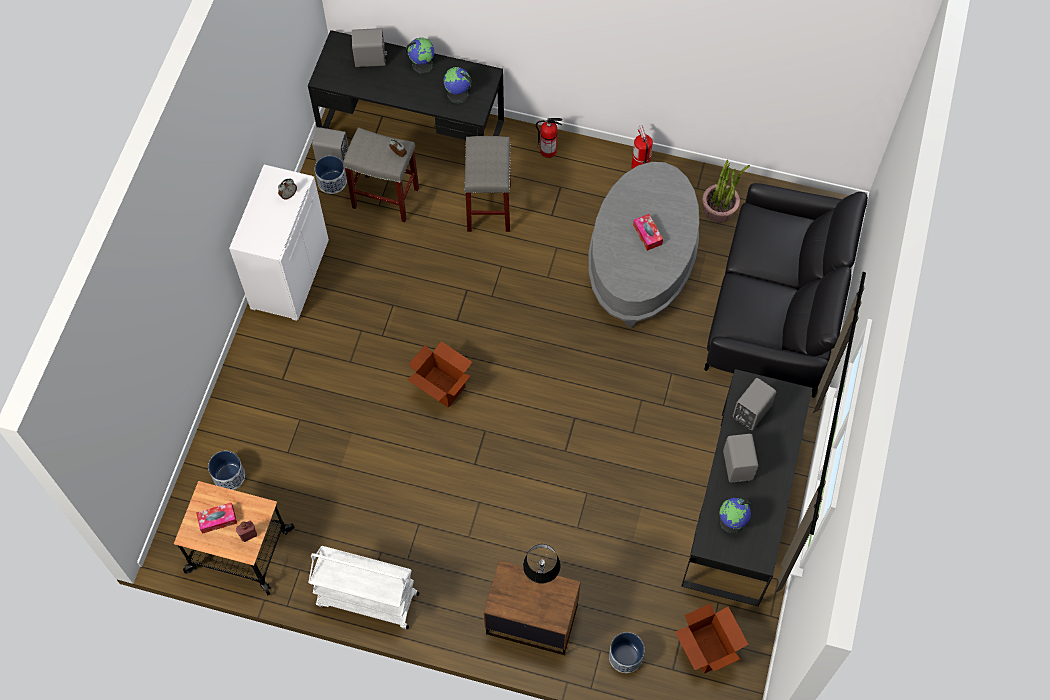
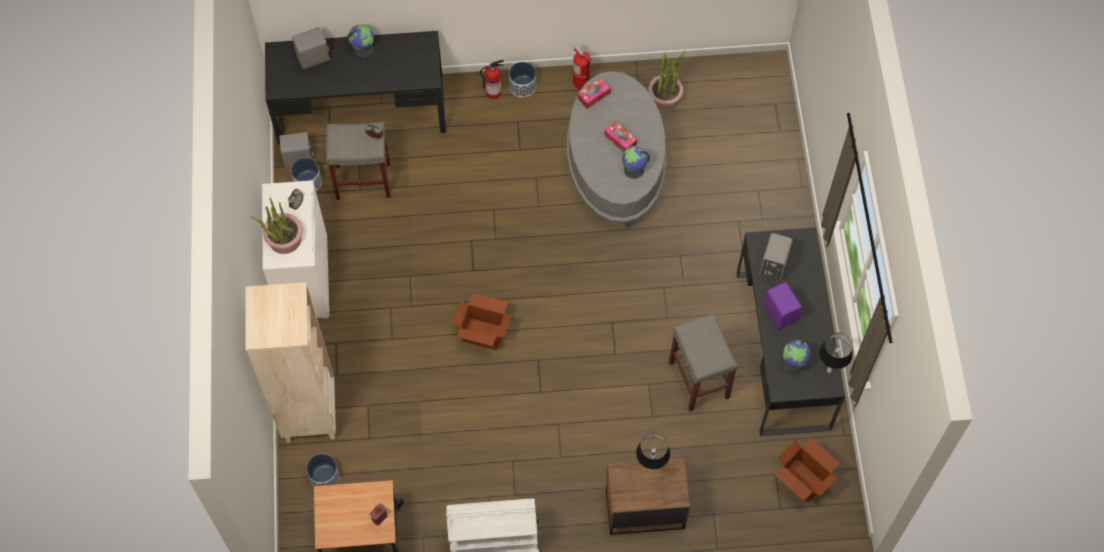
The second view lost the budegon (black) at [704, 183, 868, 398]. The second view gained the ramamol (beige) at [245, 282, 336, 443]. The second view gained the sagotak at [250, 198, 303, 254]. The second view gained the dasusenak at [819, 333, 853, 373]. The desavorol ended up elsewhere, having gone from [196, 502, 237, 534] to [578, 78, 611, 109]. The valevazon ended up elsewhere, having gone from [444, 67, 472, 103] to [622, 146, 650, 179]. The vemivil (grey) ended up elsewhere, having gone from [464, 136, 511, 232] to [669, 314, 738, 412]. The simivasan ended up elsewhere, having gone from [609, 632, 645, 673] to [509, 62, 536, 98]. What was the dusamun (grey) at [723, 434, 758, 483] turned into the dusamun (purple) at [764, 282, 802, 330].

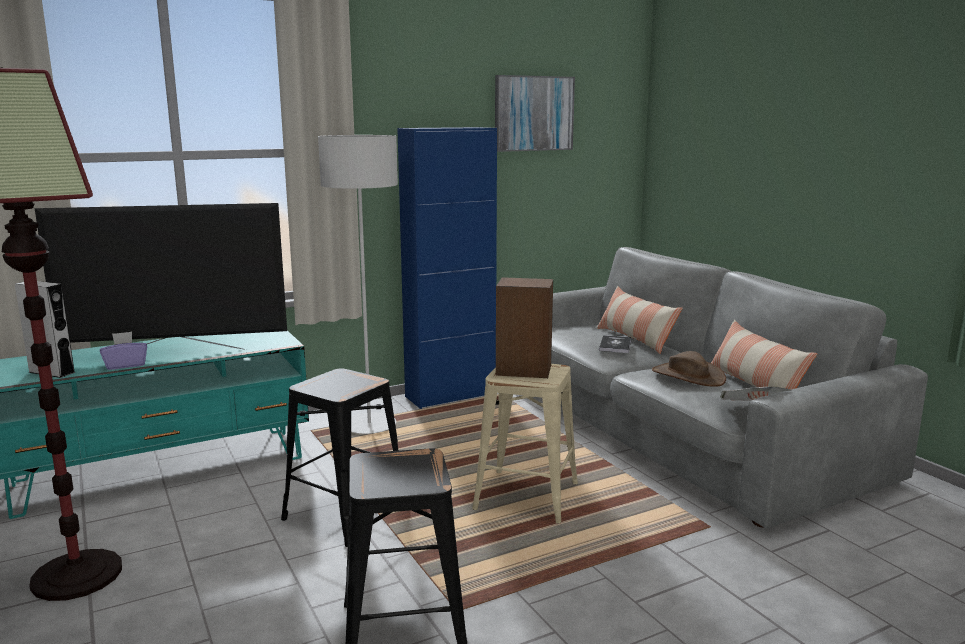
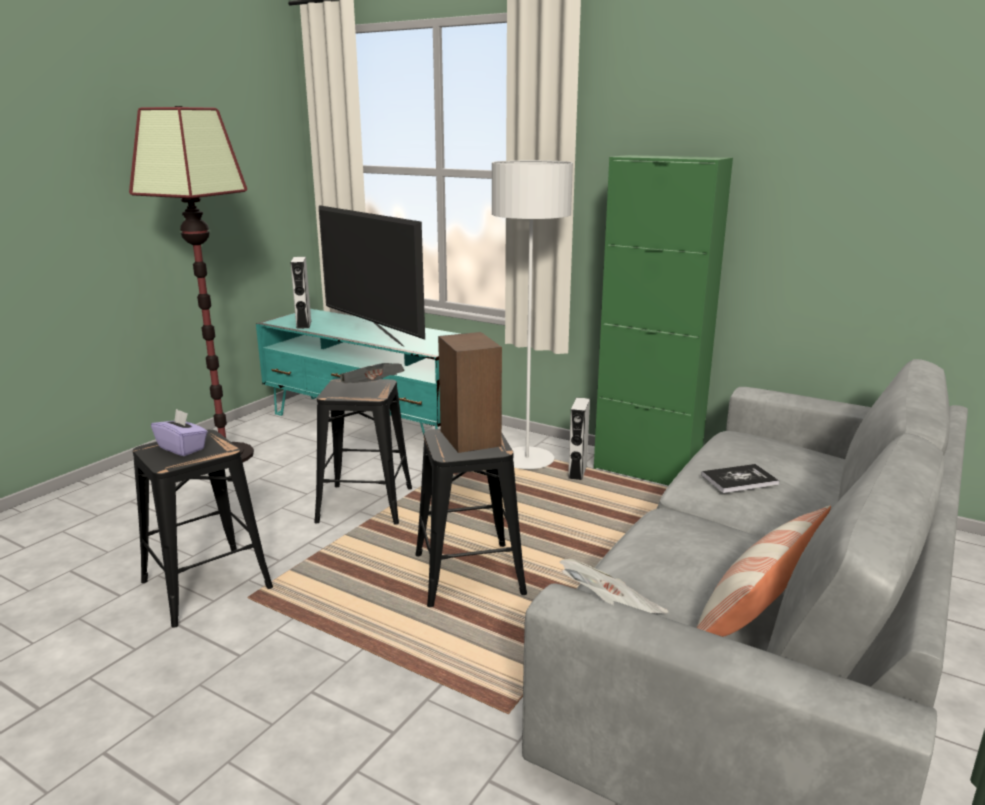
The second view lost the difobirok at [495, 75, 575, 152]. The second view lost the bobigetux at [596, 286, 683, 354]. The second view lost the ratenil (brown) at [652, 351, 726, 387]. The second view gained the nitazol at [340, 363, 405, 383]. The second view gained the dusamun (grey) at [568, 397, 590, 480]. The desavorol (purple) ended up elsewhere, having gone from [100, 331, 147, 370] to [151, 409, 208, 456]. What was the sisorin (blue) at [397, 127, 497, 409] turned into the sisorin (green) at [594, 155, 733, 486]. What was the vemivil (beige) at [472, 364, 578, 523] turned into the vemivil (black) at [415, 429, 527, 607].

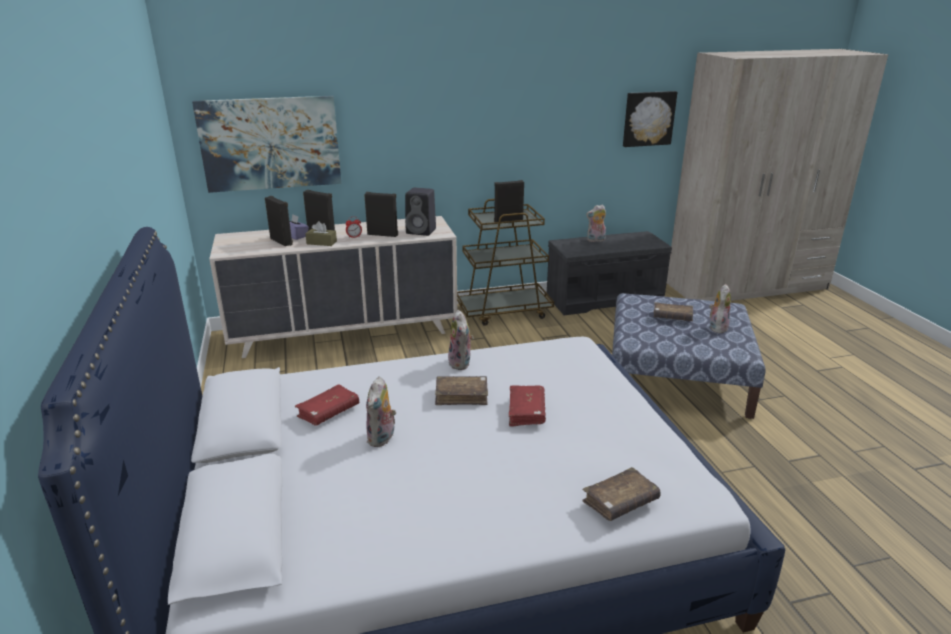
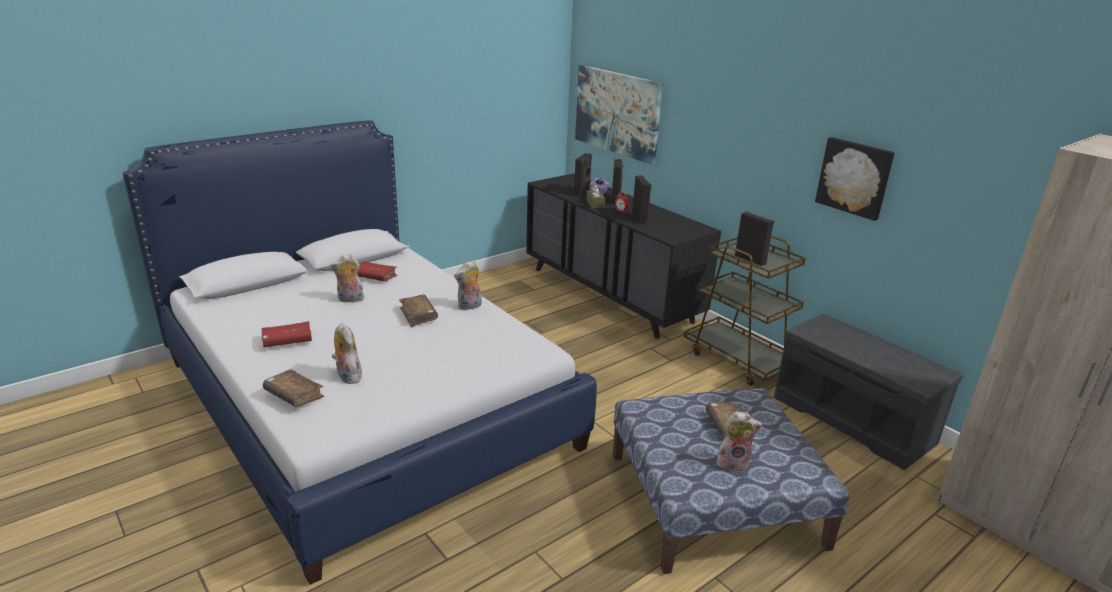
The second view lost the dusamun (black) at [405, 188, 436, 236]. The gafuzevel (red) ended up elsewhere, having gone from [509, 385, 546, 427] to [262, 321, 312, 348]. The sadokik ended up elsewhere, having gone from [586, 205, 606, 242] to [332, 323, 362, 384]. The difobirok ended up elsewhere, having gone from [623, 91, 678, 147] to [815, 137, 895, 221]. What was the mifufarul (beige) at [209, 216, 457, 358] turned into the mifufarul (black) at [526, 173, 721, 339].

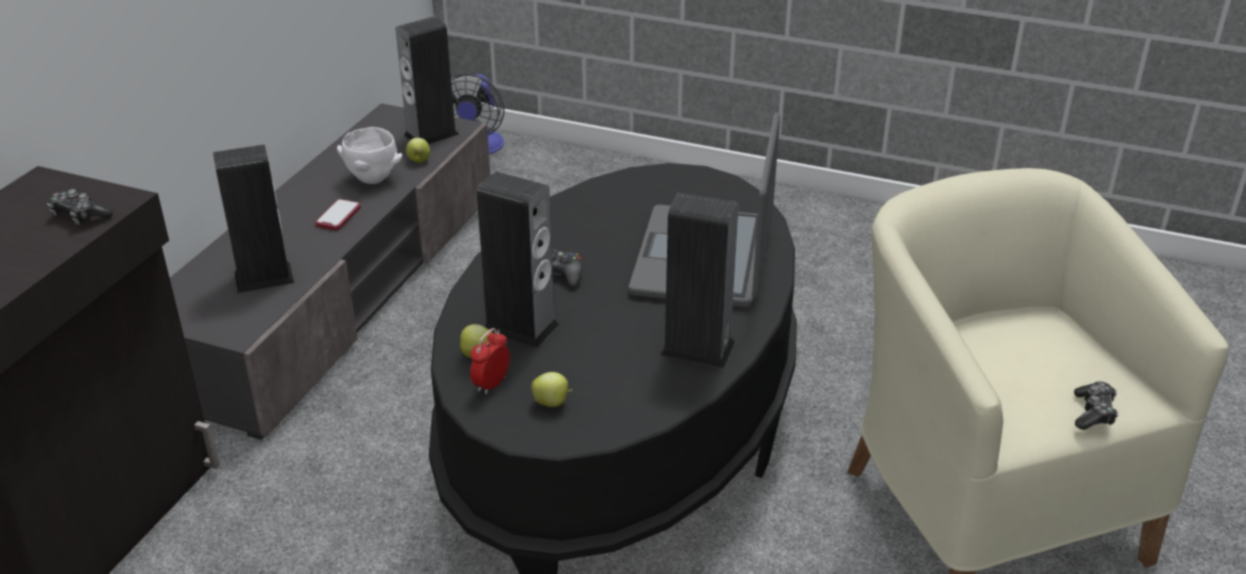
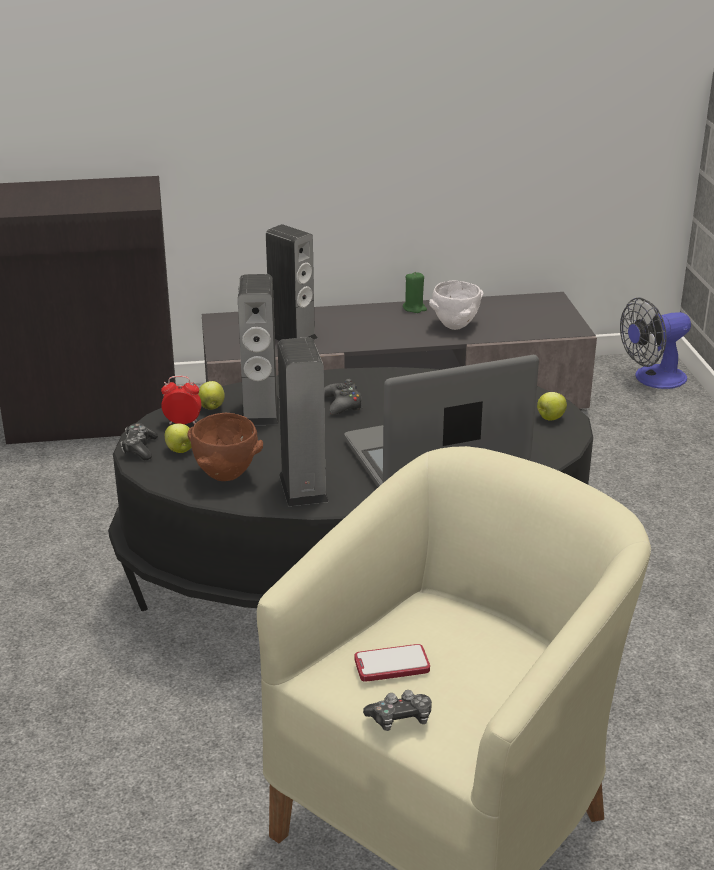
The second view lost the dusamun at [396, 16, 459, 144]. The second view gained the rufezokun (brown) at [187, 413, 263, 481]. The second view gained the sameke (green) at [403, 272, 427, 313]. The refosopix ended up elsewhere, having gone from [47, 189, 113, 225] to [120, 423, 158, 460]. The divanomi ended up elsewhere, having gone from [315, 199, 361, 231] to [355, 644, 430, 682]. The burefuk ended up elsewhere, having gone from [406, 138, 430, 163] to [537, 392, 567, 420].

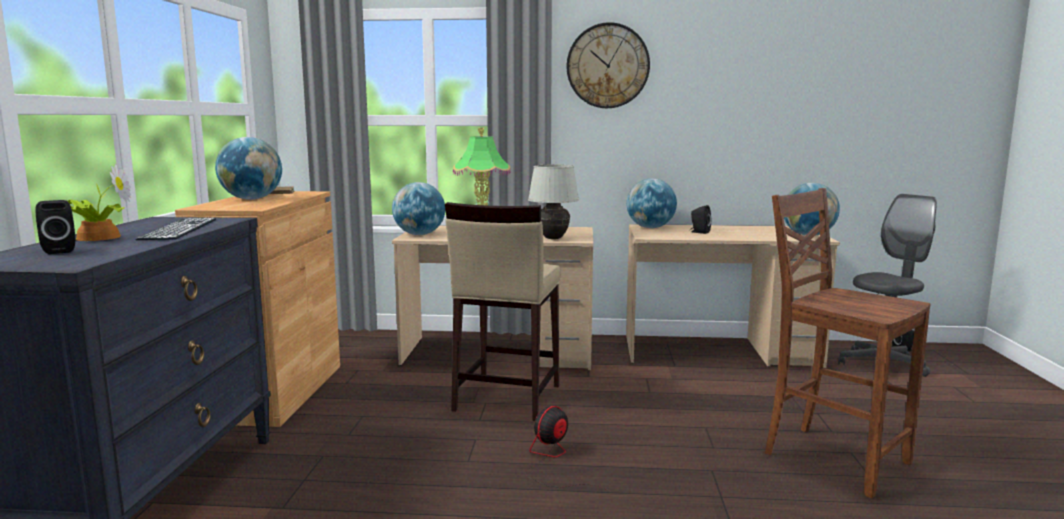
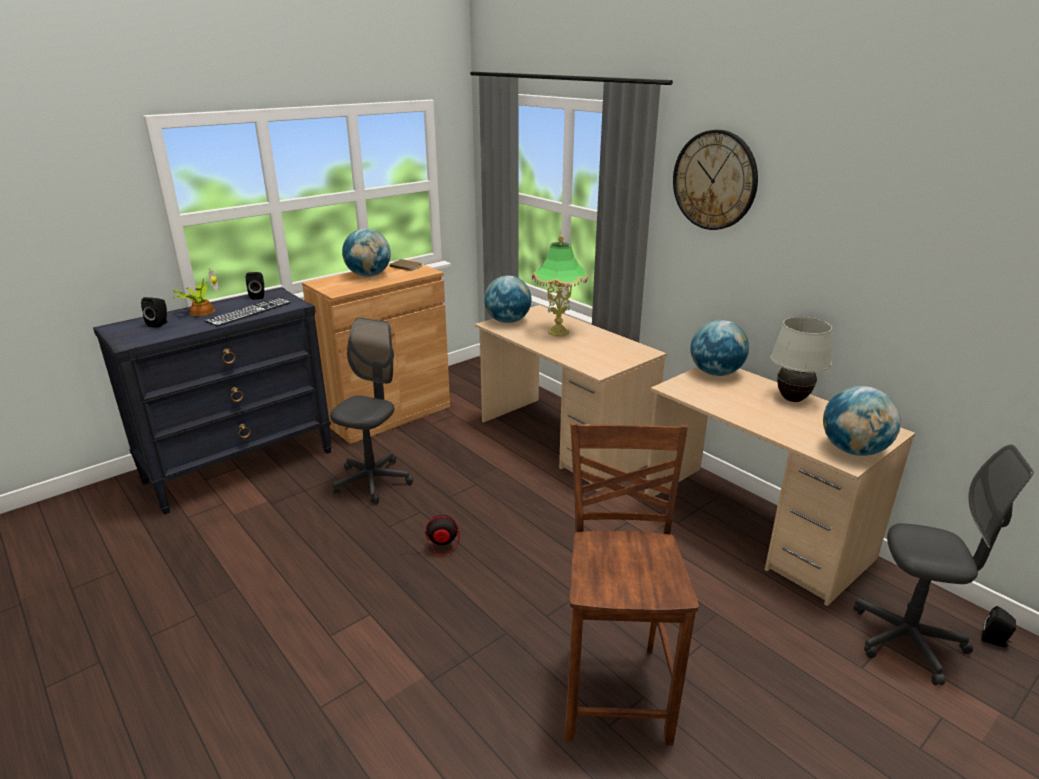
The second view lost the vemivil (beige) at [445, 202, 561, 421]. The second view gained the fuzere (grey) at [330, 318, 413, 504]. The dasusenak (white) ended up elsewhere, having gone from [528, 165, 579, 239] to [770, 317, 832, 402]. The dusamun (black) ended up elsewhere, having gone from [690, 205, 712, 234] to [246, 272, 264, 300].

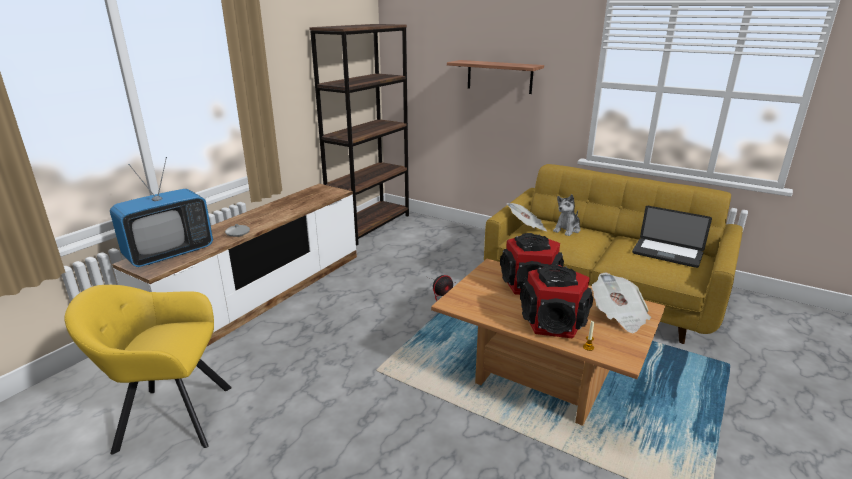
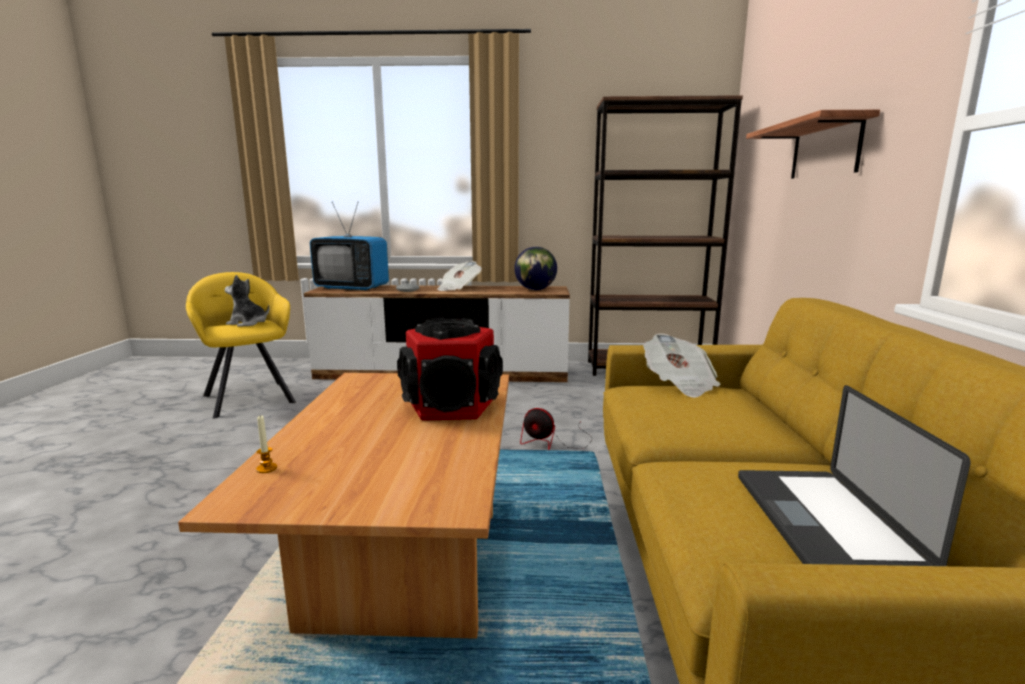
The second view lost the dusamun at [520, 264, 593, 338]. The second view gained the valevazon at [514, 247, 557, 290]. The sadokik ended up elsewhere, having gone from [553, 194, 580, 236] to [225, 275, 269, 327]. The nitazol ended up elsewhere, having gone from [592, 273, 651, 333] to [437, 261, 482, 291].

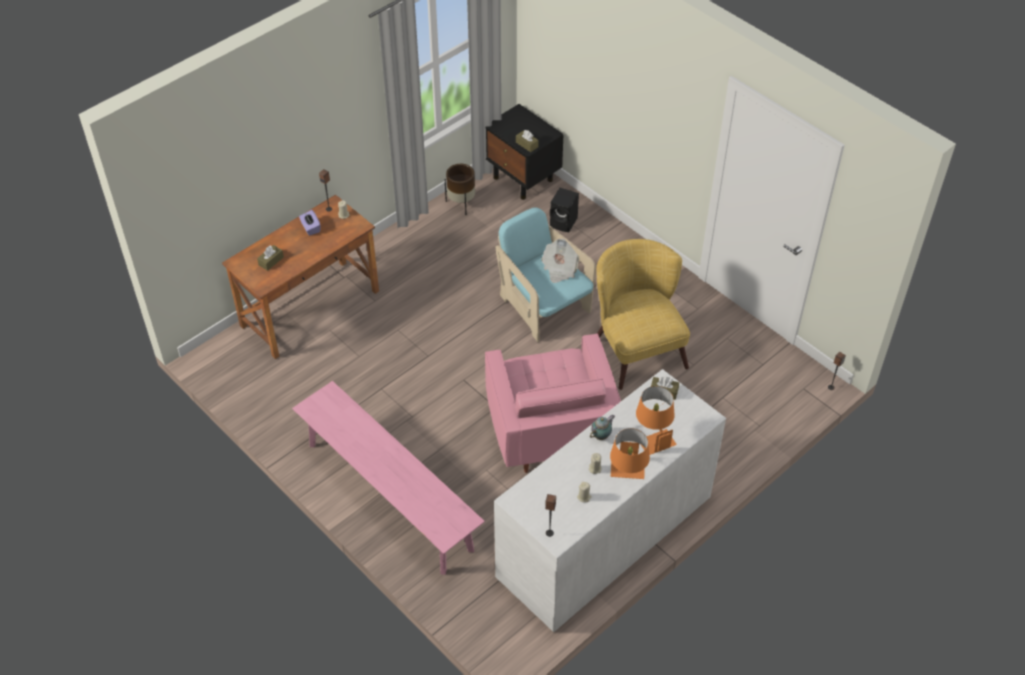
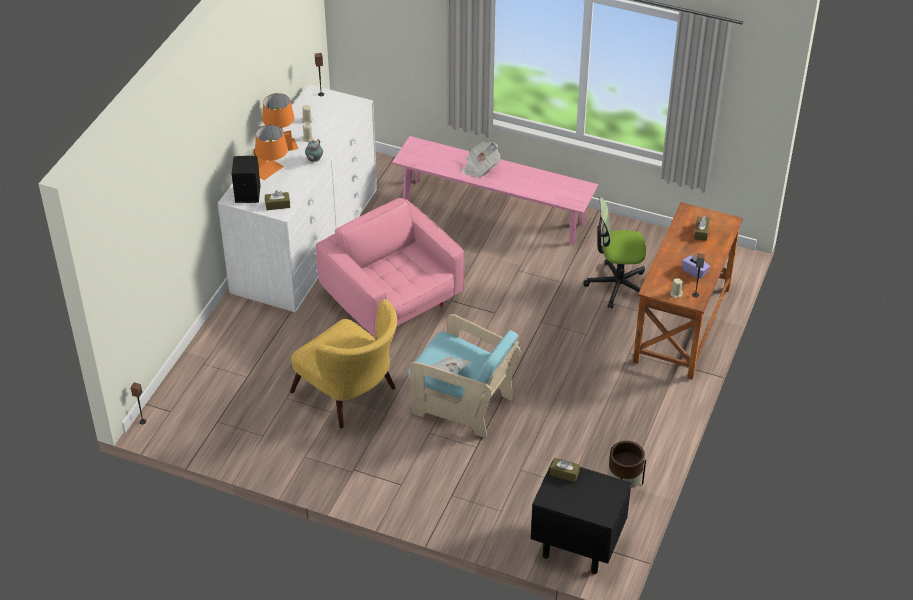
The second view gained the nitazol at [462, 142, 500, 179]. The second view gained the fuzere at [583, 197, 646, 309]. The dusamun (black) ended up elsewhere, having gone from [550, 188, 579, 232] to [232, 156, 260, 203].

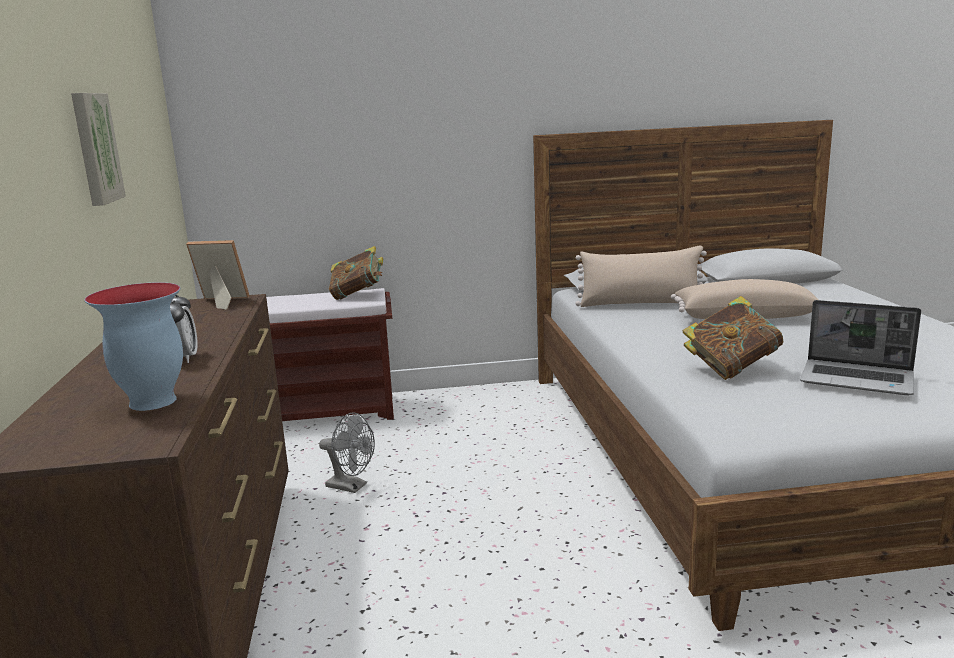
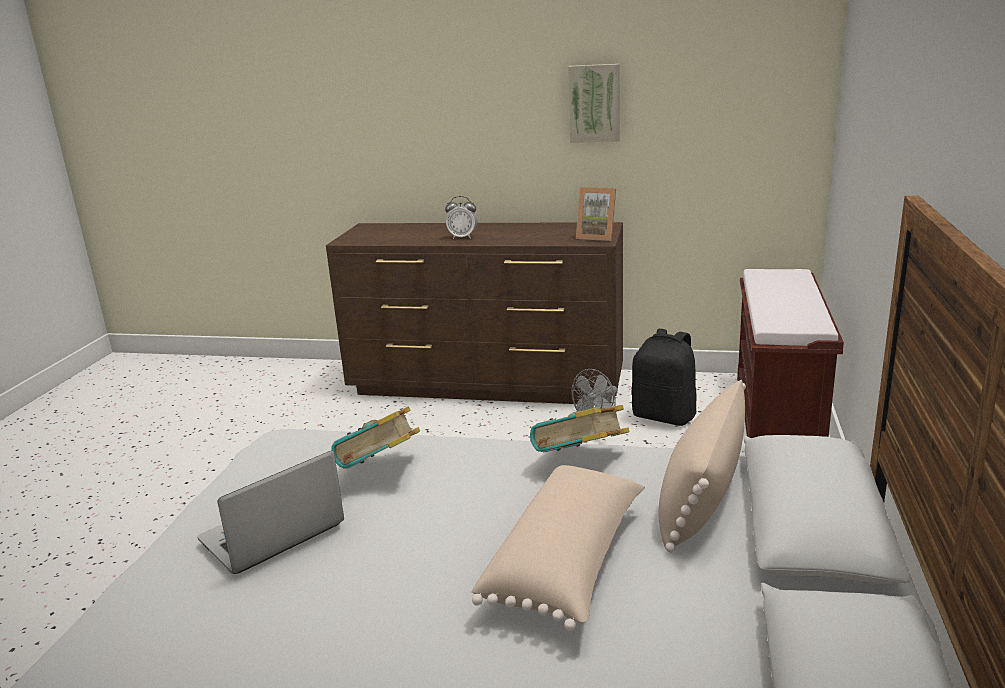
The second view lost the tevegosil at [84, 282, 183, 411]. The second view gained the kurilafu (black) at [631, 329, 696, 426]. The gafuzevel ended up elsewhere, having gone from [329, 246, 384, 300] to [530, 405, 630, 452]. The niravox at [186, 240, 250, 309] ended up facing another way, 90 degrees clockwise from before.

